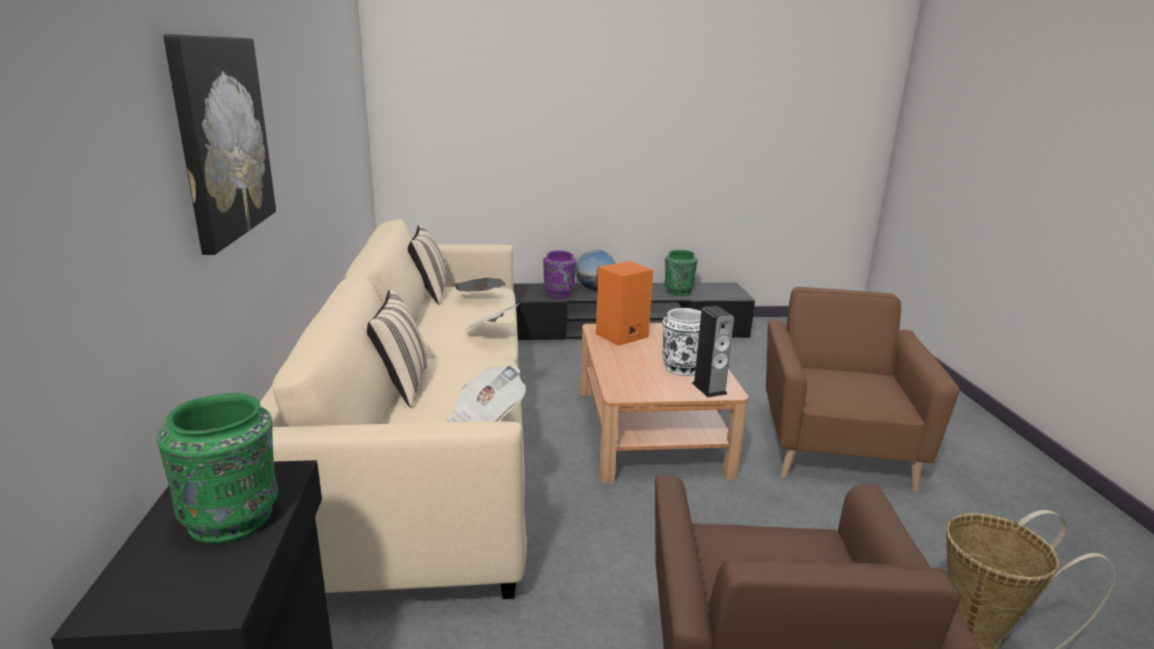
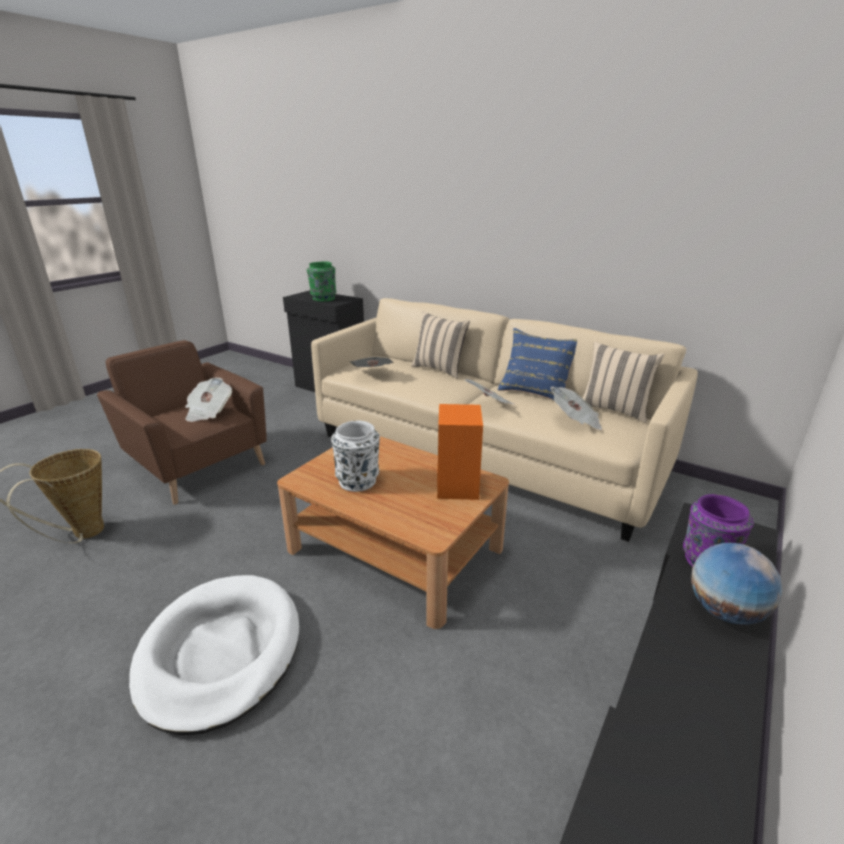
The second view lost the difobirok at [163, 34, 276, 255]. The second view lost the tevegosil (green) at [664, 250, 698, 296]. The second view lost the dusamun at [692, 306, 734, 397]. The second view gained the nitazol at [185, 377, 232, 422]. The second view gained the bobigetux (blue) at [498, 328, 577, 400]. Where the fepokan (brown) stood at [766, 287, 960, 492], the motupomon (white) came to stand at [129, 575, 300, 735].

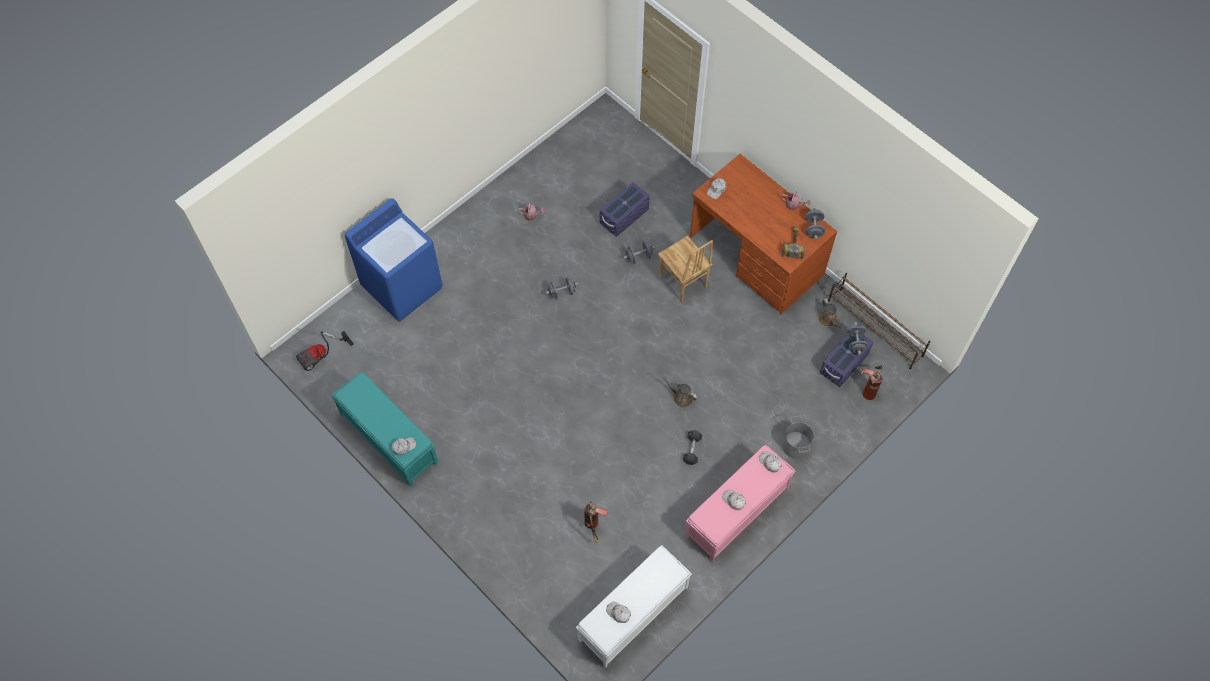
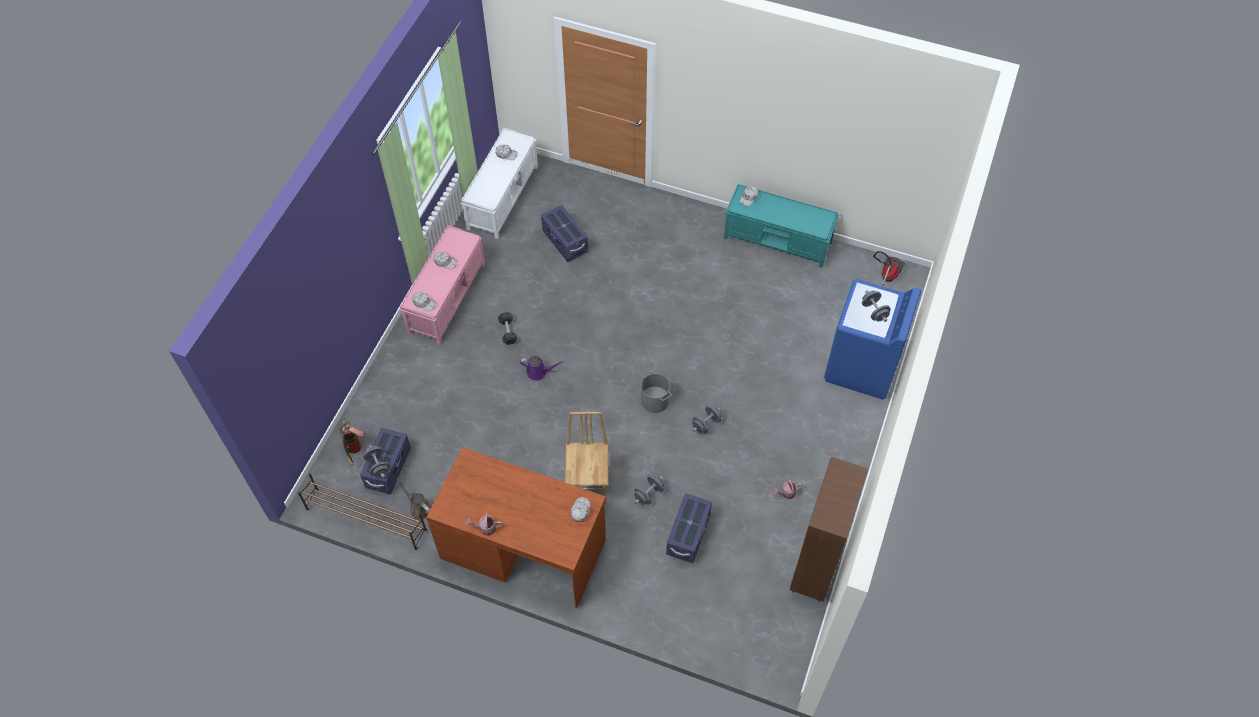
The second view lost the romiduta at [782, 226, 805, 259]. The second view gained the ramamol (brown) at [790, 457, 868, 602]. The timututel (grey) ended up elsewhere, having gone from [782, 416, 814, 459] to [640, 368, 672, 413]. The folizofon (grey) ended up elsewhere, having gone from [805, 208, 825, 240] to [862, 290, 891, 322]. Where the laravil stood at [584, 501, 608, 543], the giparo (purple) came to stand at [541, 205, 588, 262]. What was the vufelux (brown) at [660, 374, 698, 407] turned into the vufelux (purple) at [520, 356, 564, 381]. The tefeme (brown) at [658, 235, 713, 303] ended up facing another way, 60 degrees clockwise from before.

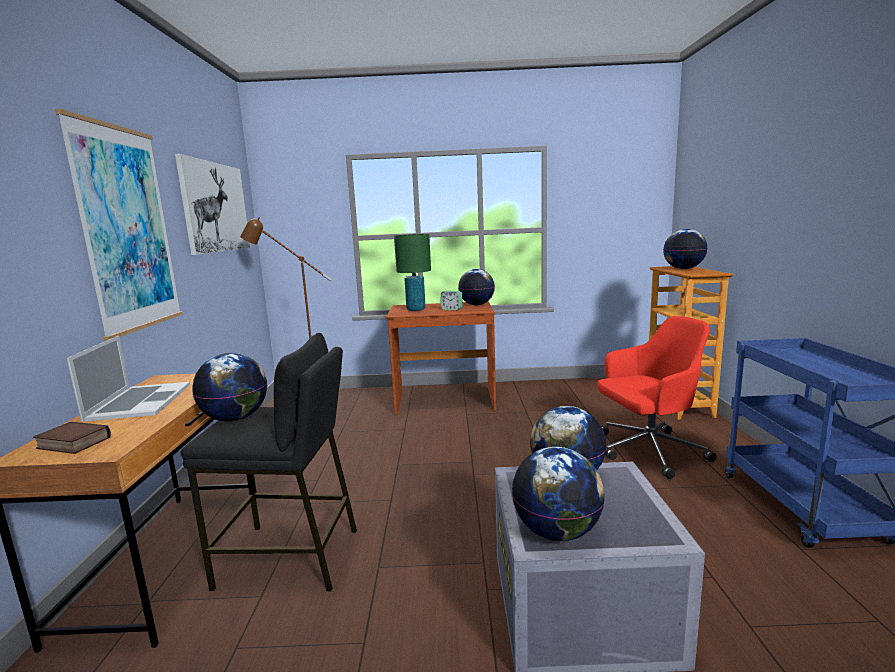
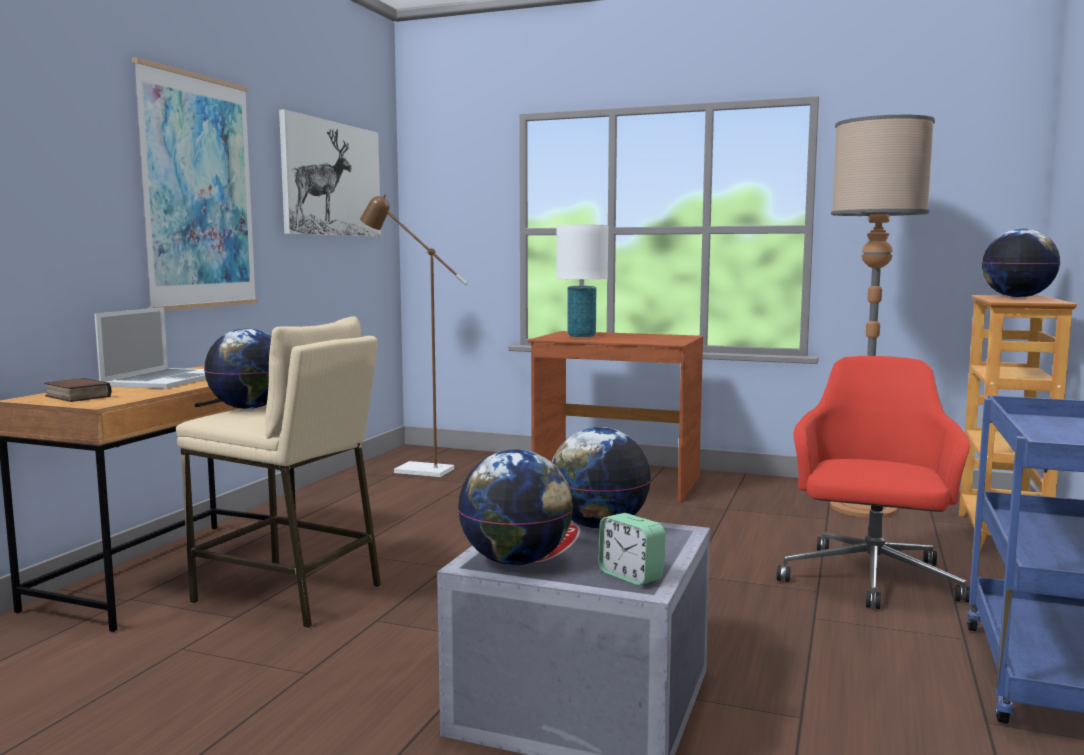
The second view lost the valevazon at [458, 269, 495, 305]. The second view gained the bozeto at [830, 115, 935, 518]. The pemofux ended up elsewhere, having gone from [441, 291, 463, 311] to [598, 513, 665, 585]. What was the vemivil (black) at [180, 333, 357, 591] turned into the vemivil (beige) at [176, 316, 381, 629]. What was the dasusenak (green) at [394, 234, 431, 311] turned into the dasusenak (white) at [557, 224, 608, 337]. The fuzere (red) at [597, 316, 717, 479] ended up facing another way, 75 degrees counterclockwise from before.

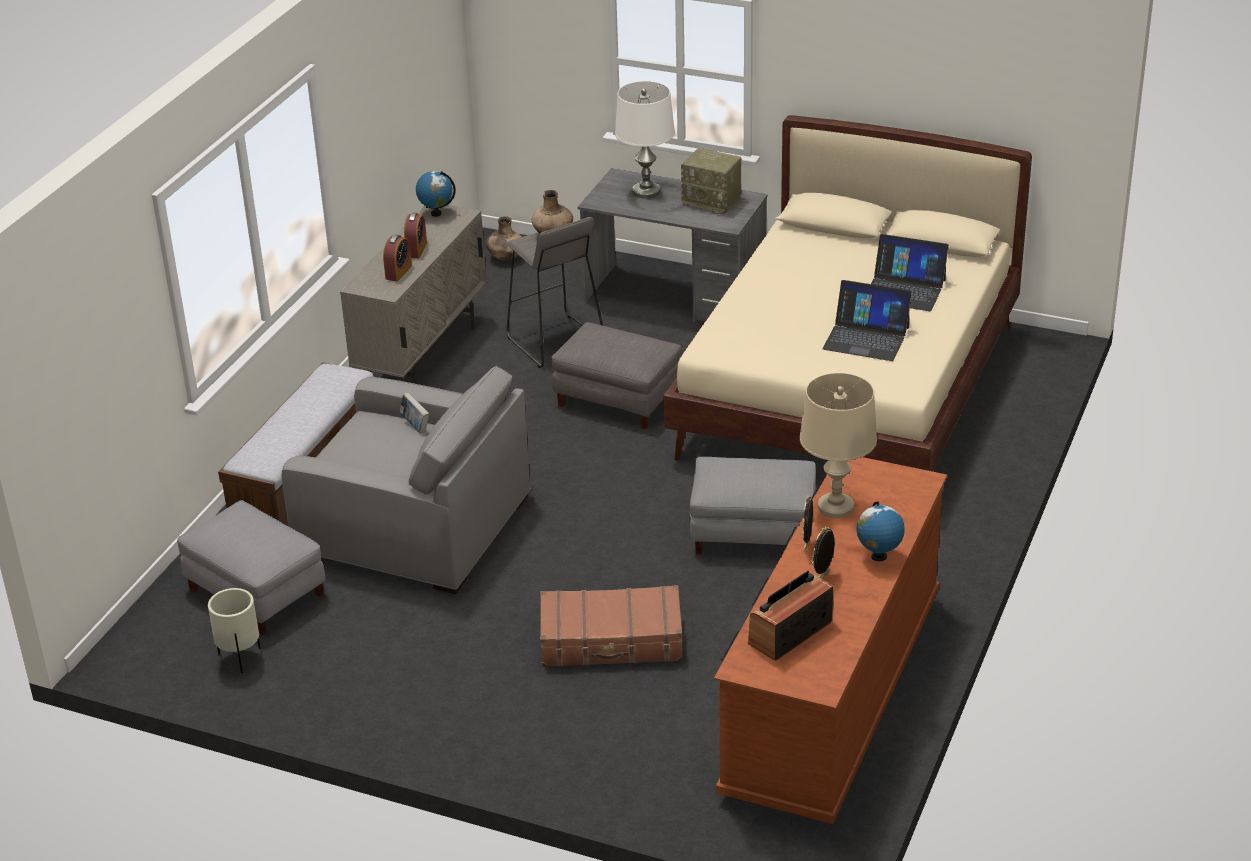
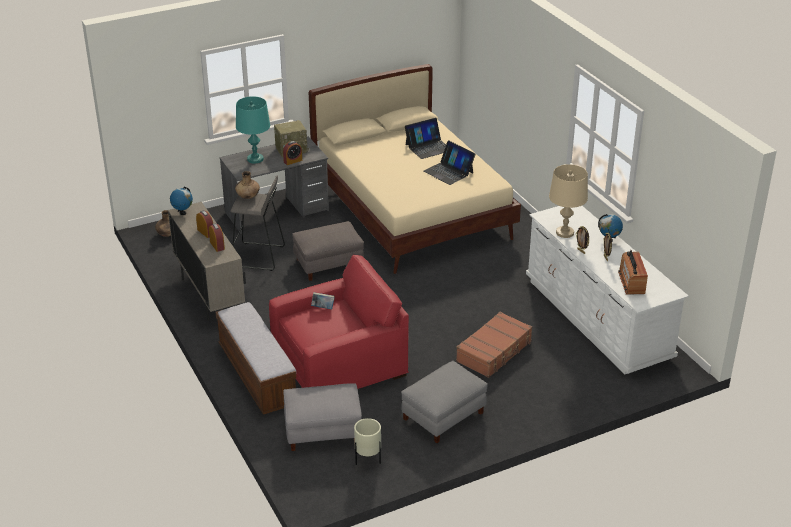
The second view gained the pemofux at [283, 141, 302, 165]. The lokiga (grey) ended up elsewhere, having gone from [690, 457, 816, 555] to [401, 361, 487, 443]. What was the fepokan (grey) at [281, 366, 532, 594] turned into the fepokan (red) at [269, 255, 409, 389]. What was the dasusenak (white) at [615, 81, 675, 199] turned into the dasusenak (turquoise) at [236, 96, 270, 164]. What was the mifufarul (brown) at [714, 457, 947, 824] turned into the mifufarul (white) at [526, 206, 689, 374]. The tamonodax at [822, 280, 912, 361] ended up facing another way, 75 degrees clockwise from before.

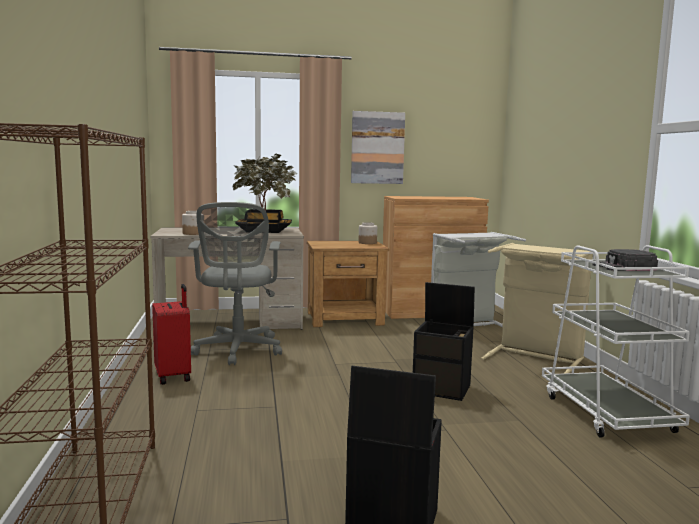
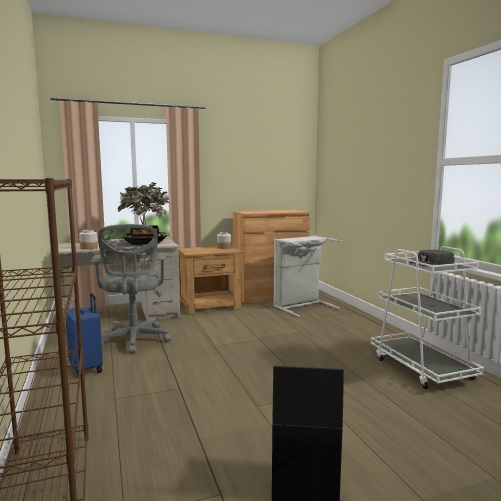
The second view lost the difobirok at [351, 111, 405, 184]. The second view lost the giparo (black) at [413, 282, 475, 401]. The second view lost the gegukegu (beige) at [481, 243, 592, 374]. What was the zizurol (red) at [152, 284, 191, 385] turned into the zizurol (blue) at [66, 293, 103, 377].

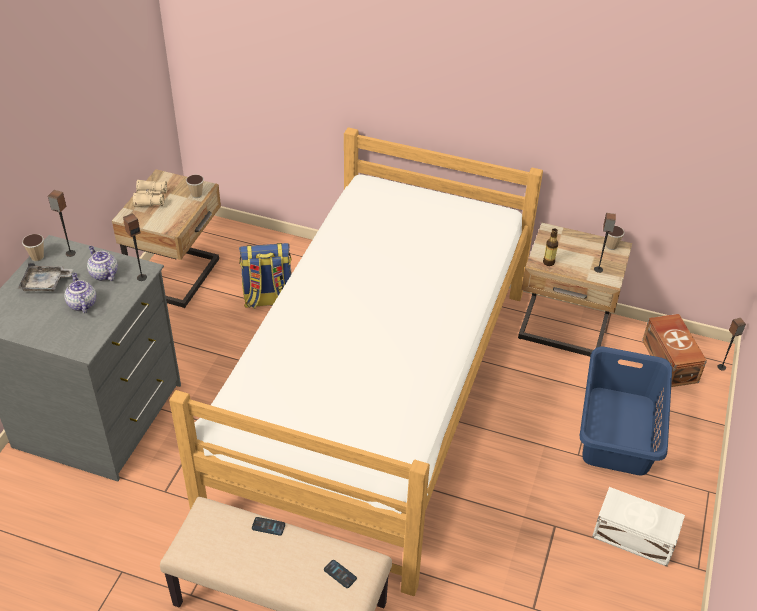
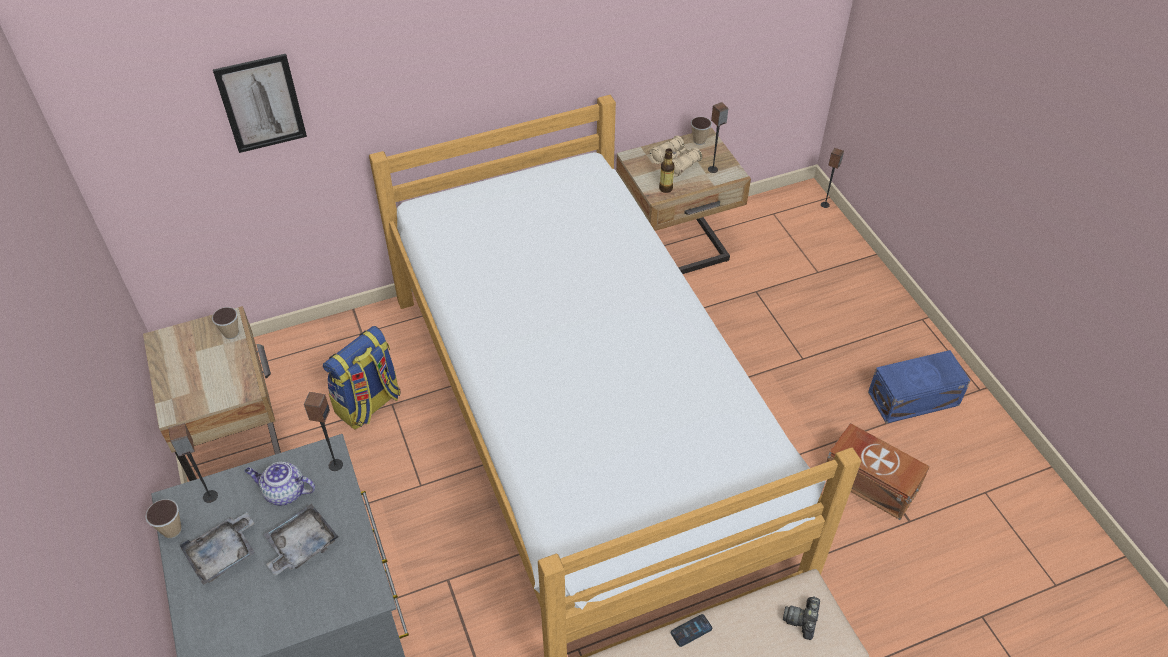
The second view lost the gegukegu (blue) at [579, 347, 672, 475]. The second view gained the difobirok at [213, 54, 307, 153]. The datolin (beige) ended up elsewhere, having gone from [133, 180, 167, 207] to [650, 136, 702, 177]. The giparo (brown) ended up elsewhere, having gone from [642, 314, 707, 387] to [827, 423, 930, 520]. Where the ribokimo stood at [64, 273, 96, 313], the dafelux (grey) came to stand at [263, 504, 338, 576]. Where the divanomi stood at [324, 560, 357, 588], the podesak came to stand at [783, 596, 820, 640]. What was the giparo (white) at [592, 487, 685, 567] turned into the giparo (blue) at [868, 350, 970, 424].

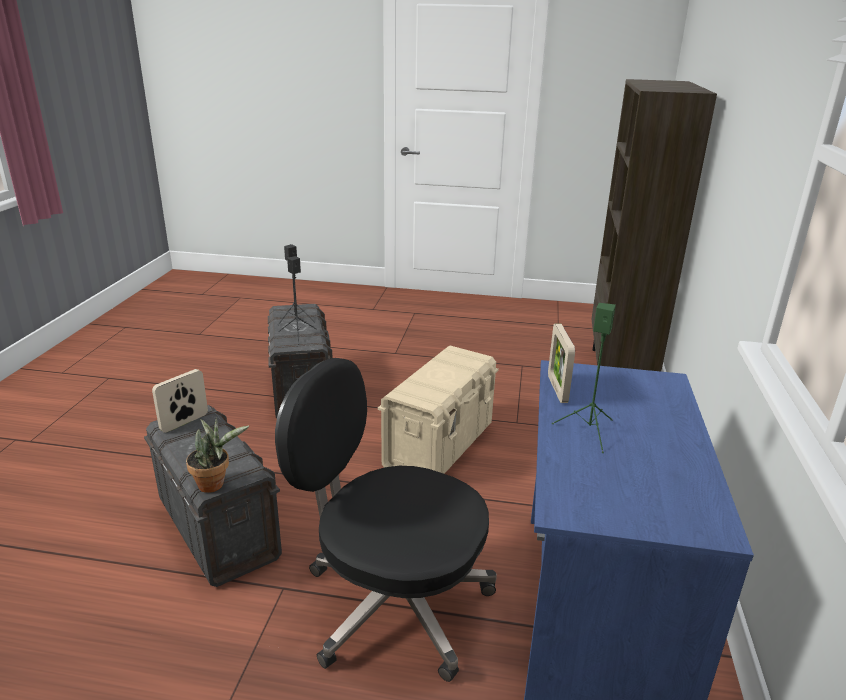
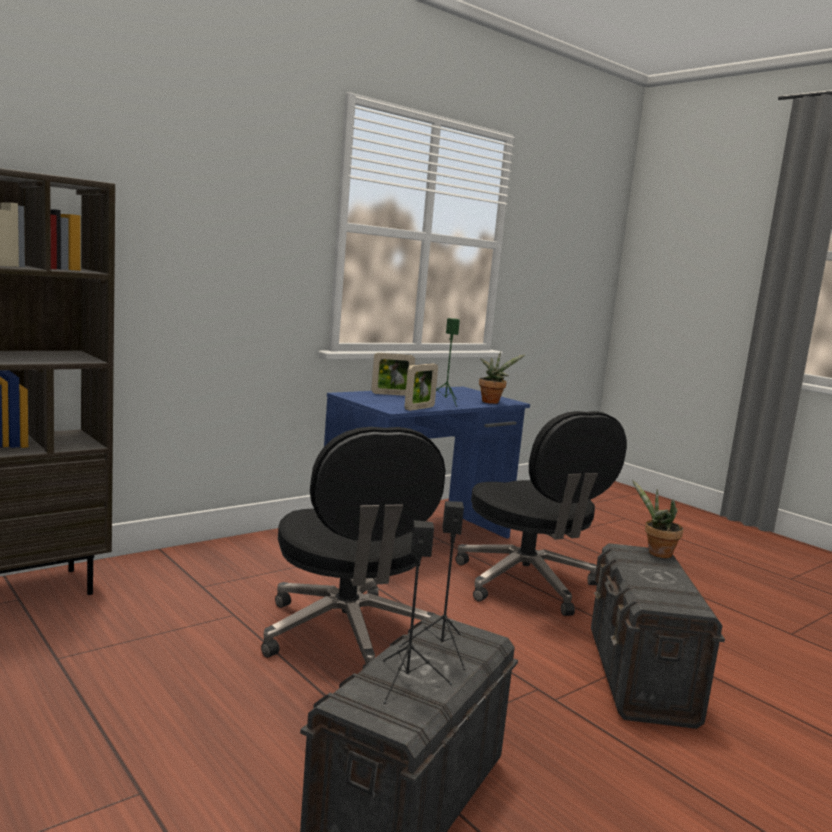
The second view gained the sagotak at [479, 352, 526, 404]. The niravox ended up elsewhere, having gone from [152, 369, 208, 433] to [371, 353, 415, 396]. Where the giparo (beige) stood at [378, 345, 499, 474], the fuzere (black) came to stand at [261, 427, 445, 670].

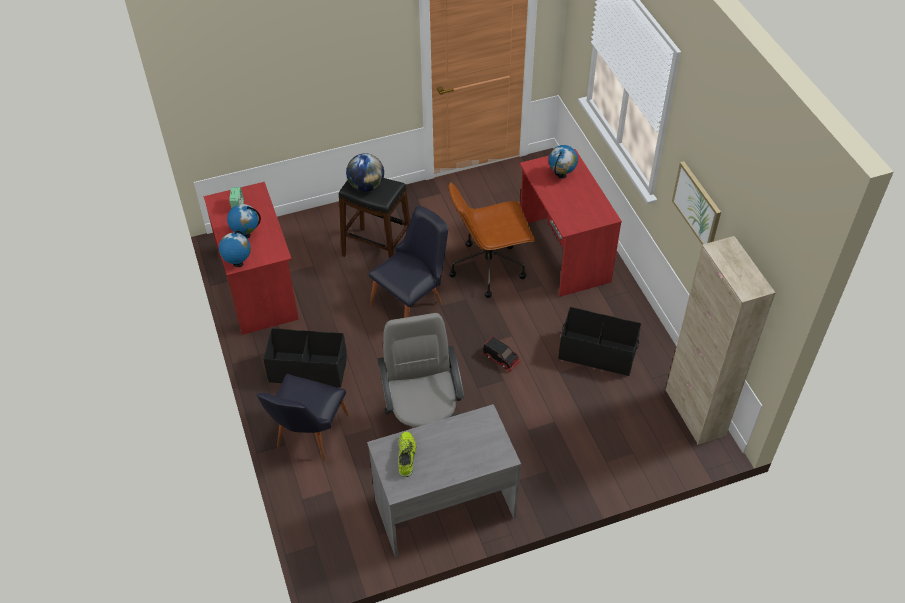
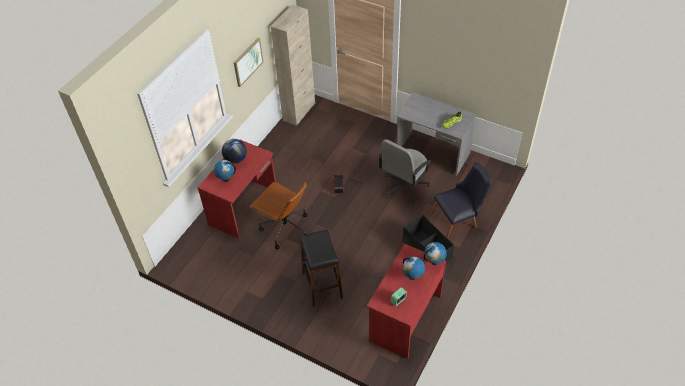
The second view lost the tefeme (black) at [368, 206, 448, 318]. The second view lost the giparo (black) at [559, 307, 642, 376]. The valevazon ended up elsewhere, having gone from [346, 153, 384, 192] to [222, 139, 247, 164].

